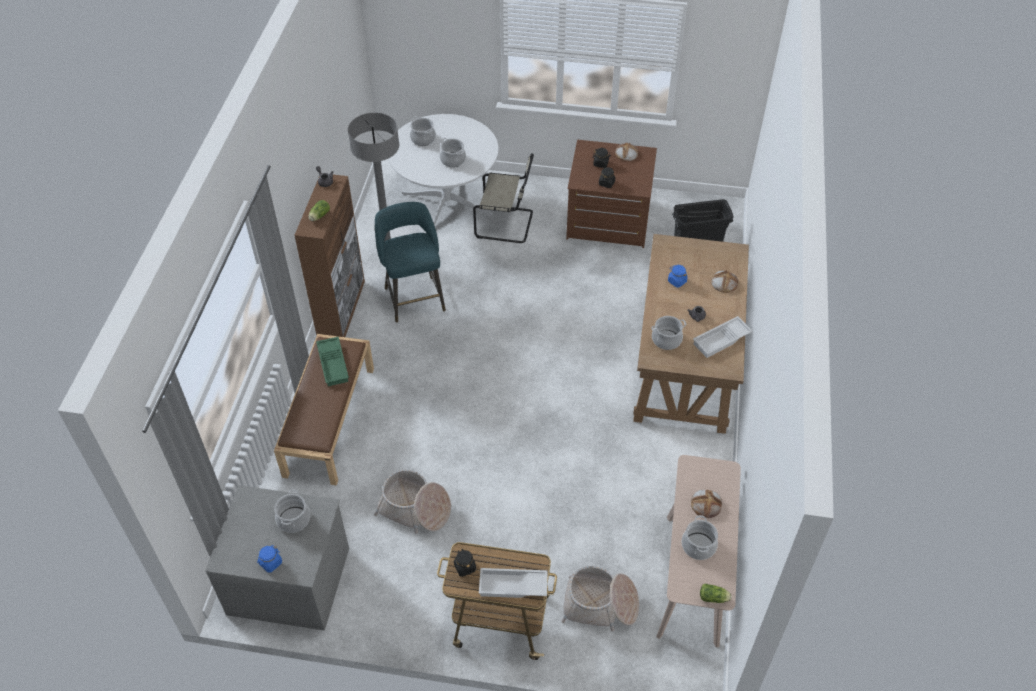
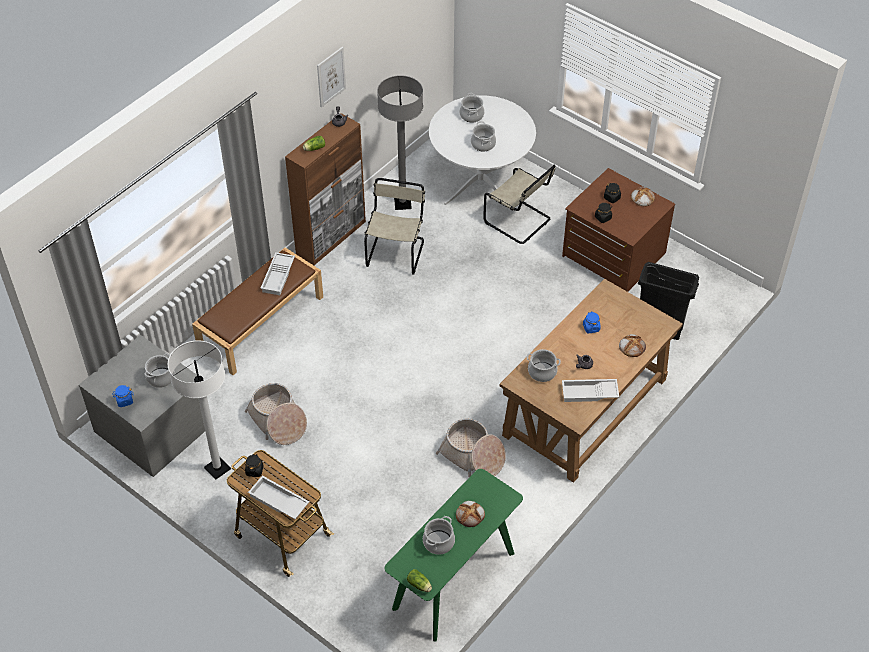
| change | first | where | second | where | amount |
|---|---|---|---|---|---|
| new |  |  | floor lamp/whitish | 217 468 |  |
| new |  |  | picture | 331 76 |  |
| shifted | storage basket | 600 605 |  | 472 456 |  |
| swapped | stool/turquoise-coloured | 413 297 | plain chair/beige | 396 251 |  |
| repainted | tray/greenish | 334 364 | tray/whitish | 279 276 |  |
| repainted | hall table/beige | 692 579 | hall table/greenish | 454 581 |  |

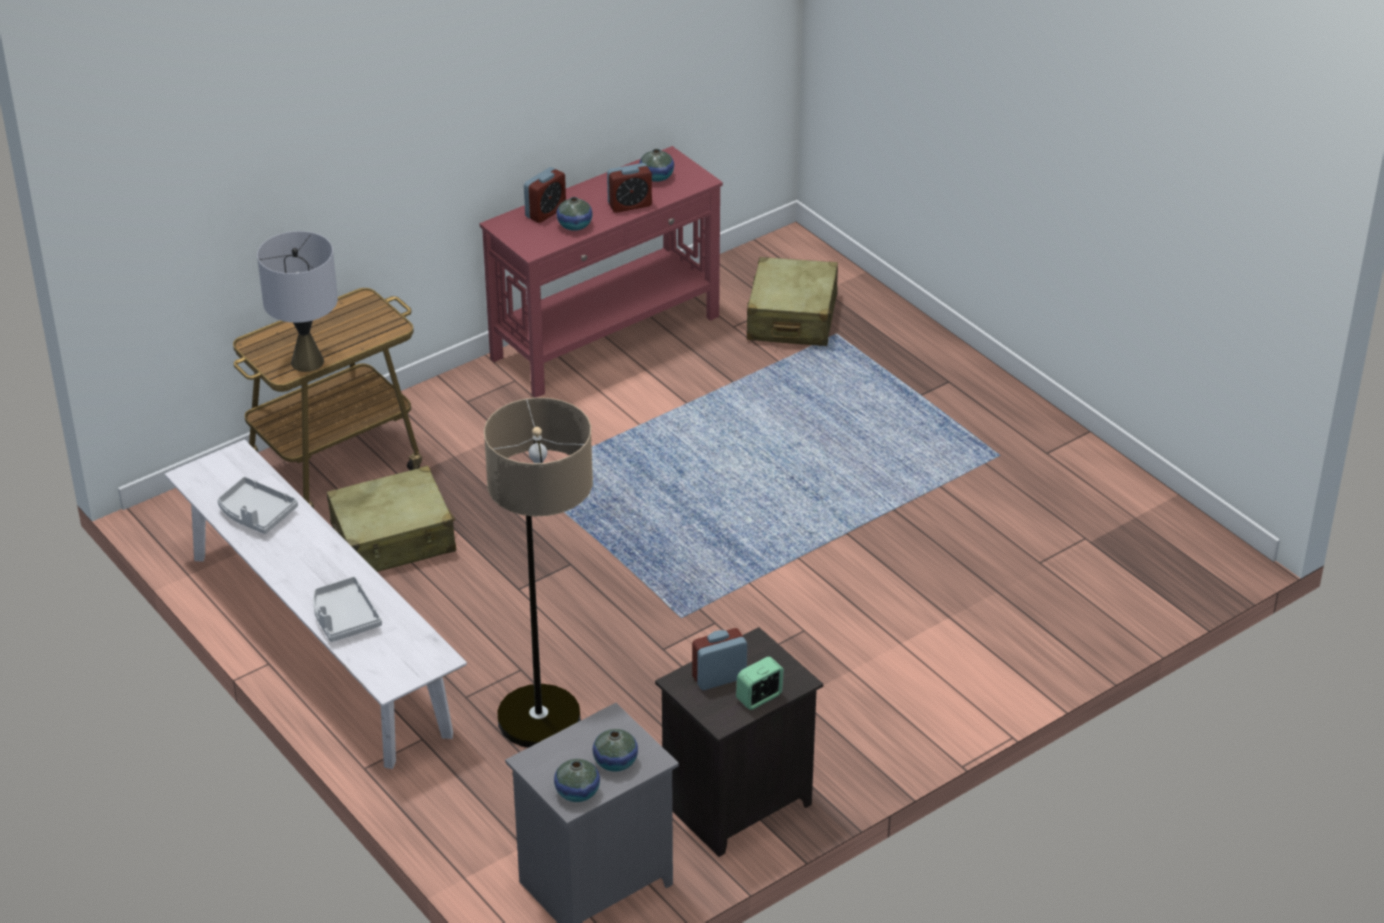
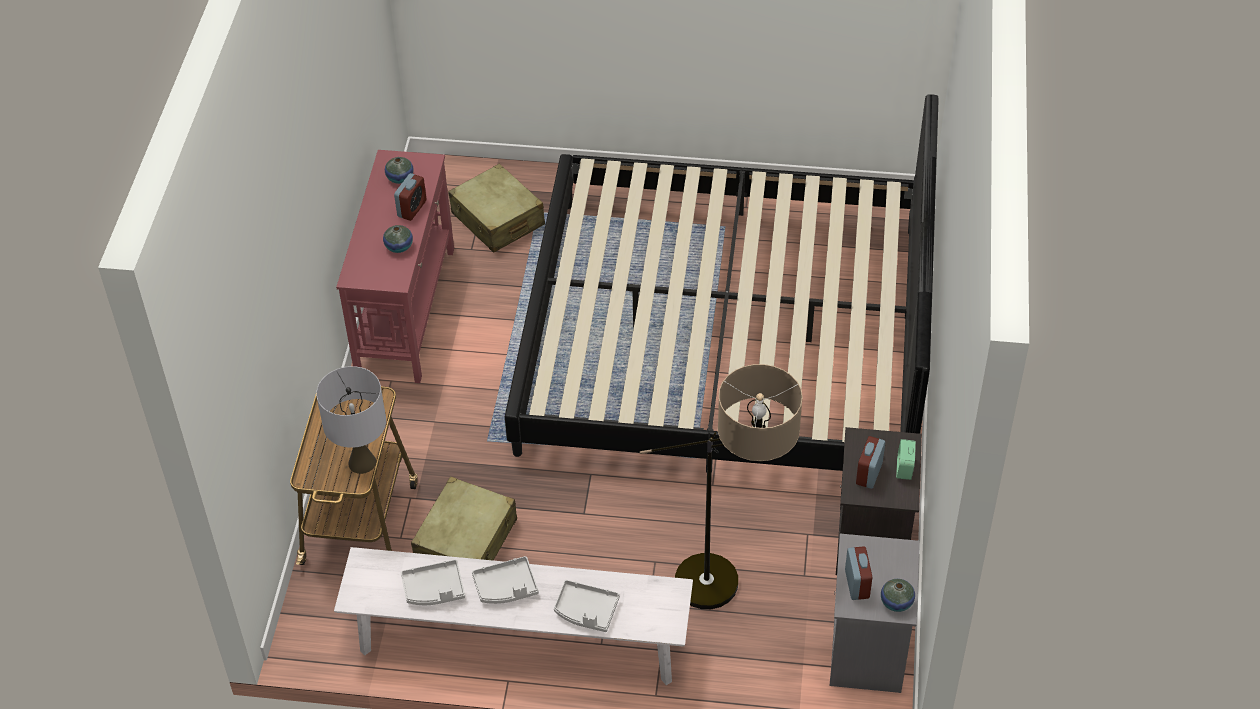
| change | first | where | second | where | amount |
|---|---|---|---|---|---|
| gone | flower vase | 615 762 |  |  |  |
| new |  |  | tray/greyish | 506 587 |  |
| new |  |  | sleeping bed | 725 338 |  |
| shifted | bedside clock | 545 212 |  | 857 584 |  |

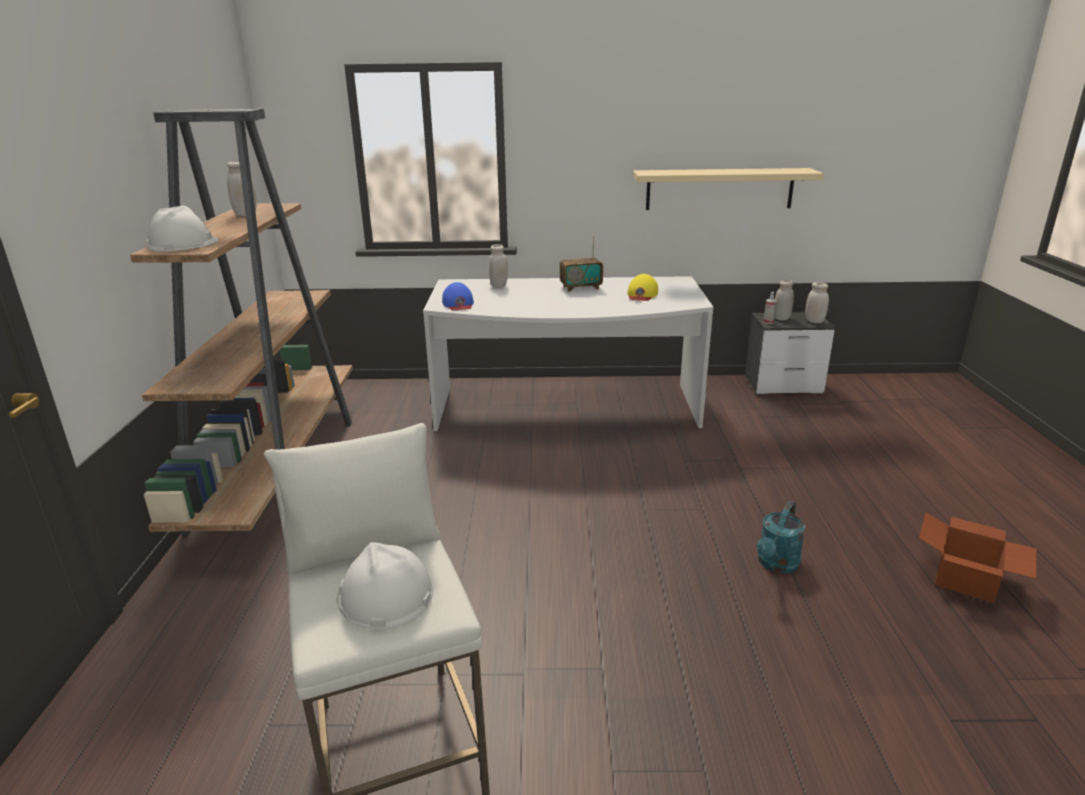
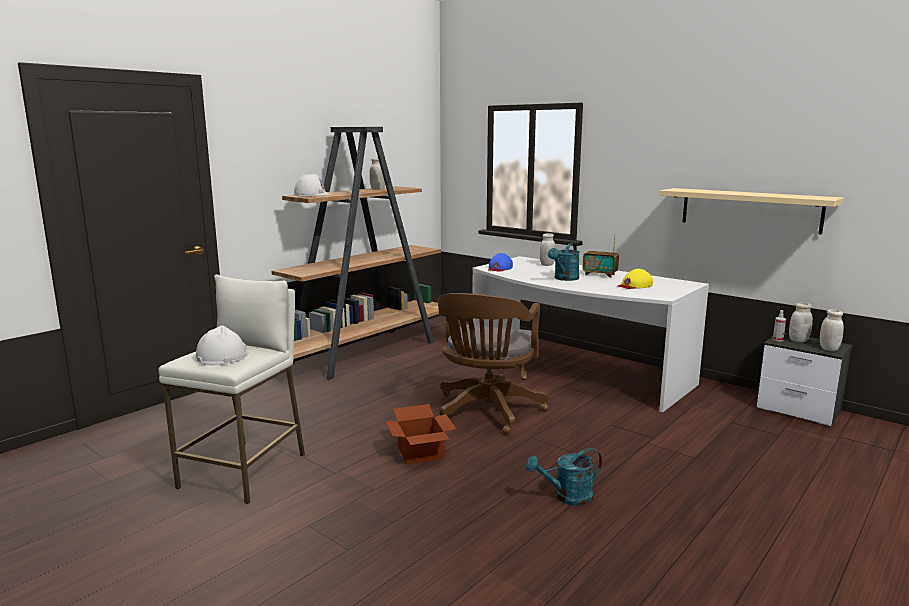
| change | first | where | second | where | amount |
|---|---|---|---|---|---|
| new |  |  | desk chair/brown-coloured | 487 412 |  |
| new |  |  | sprinkling can/turquoise-coloured | 564 279 |  |
| shifted | packing box | 967 580 |  | 420 453 |  |

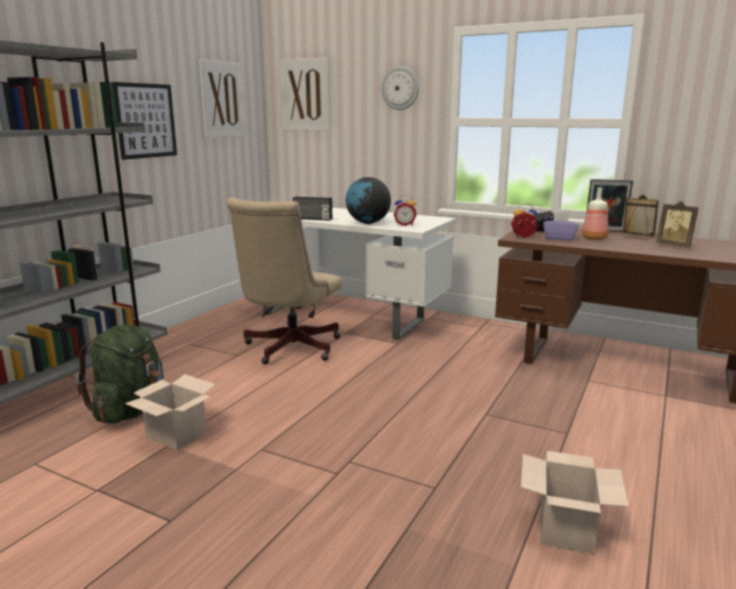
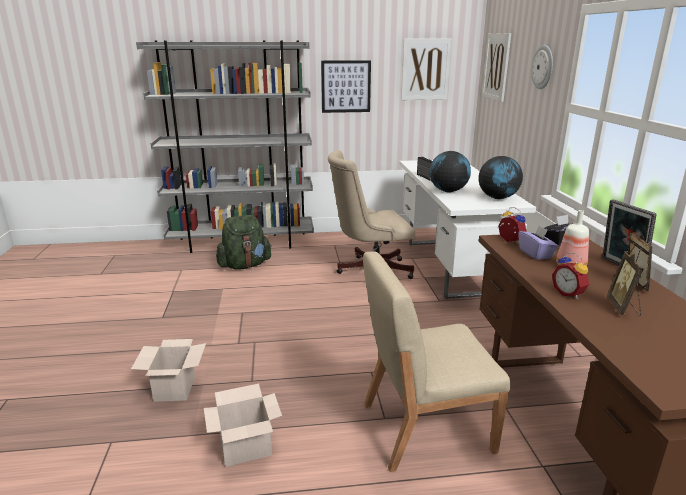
| change | first | where | second | where | amount |
|---|---|---|---|---|---|
| new |  |  | plain chair/beige | 424 427 |  |
| new |  |  | desk globe | 498 198 |  |
| shifted | packing box | 174 435 |  | 174 387 |  |
| shifted | bedside clock | 405 225 |  | 569 293 |  |

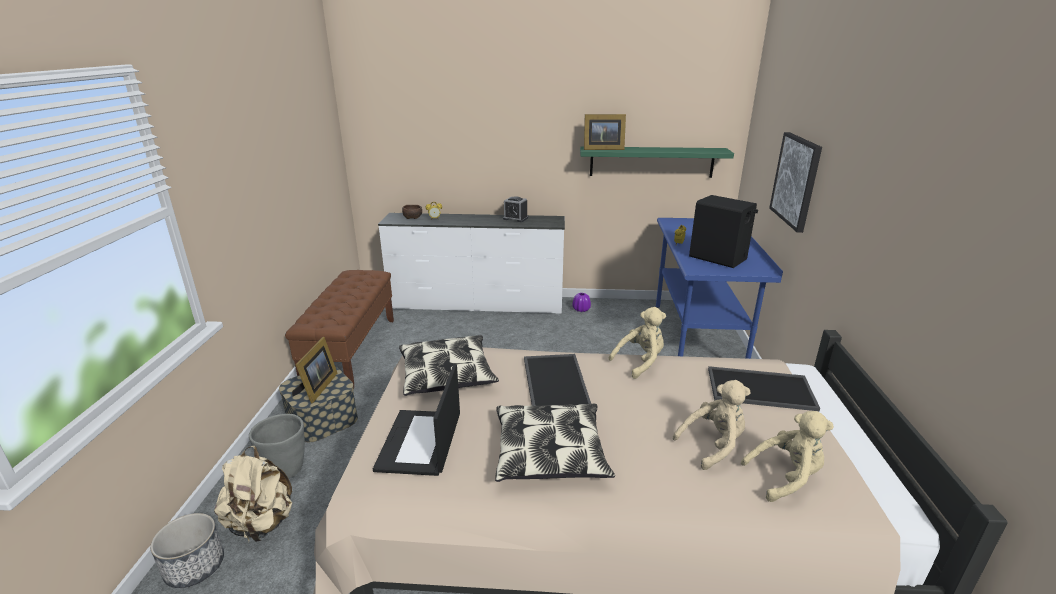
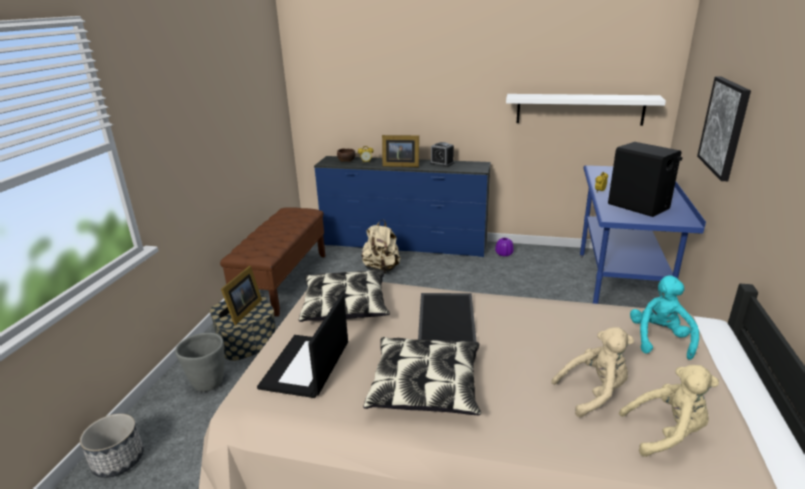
| change | first | where | second | where | amount |
|---|---|---|---|---|---|
| gone | cuddly toy/beige | 640 362 |  |  |  |
| shifted | knapsack/beige | 261 524 |  | 382 269 |  |
| shifted | photo frame | 602 149 |  | 400 165 |  |
| swapped | tray | 761 388 | cuddly toy/turquoise-coloured | 659 339 |  |
| repainted | chest of drawers/whitish | 477 304 | chest of drawers/blue-coloured | 404 244 |  |
| repainted | wall shelf/greenish | 651 162 | wall shelf/whitish | 579 109 |  |

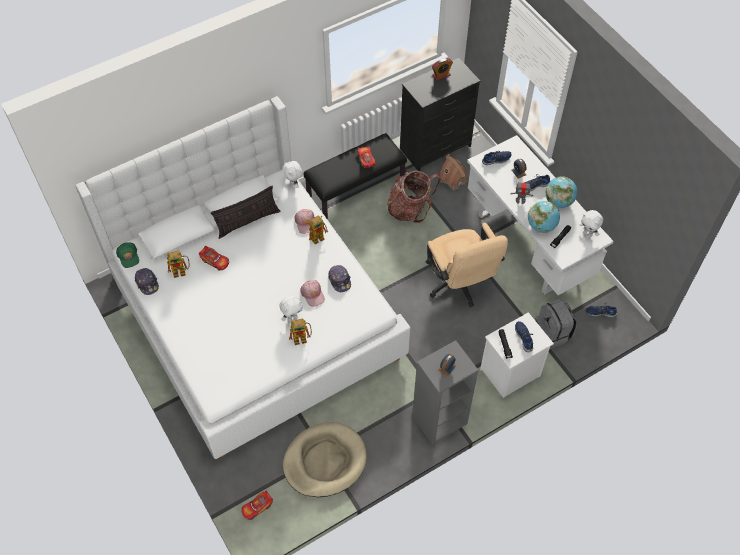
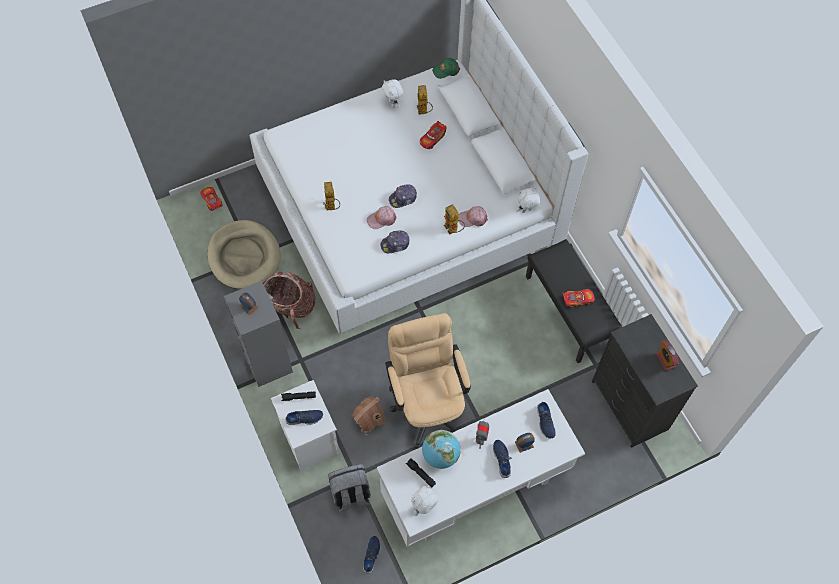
| change | first | where | second | where | amount |
|---|---|---|---|---|---|
| gone | throw pillow | 247 221 |  |  |  |
| gone | desk globe | 558 201 |  |  |  |
| shifted | cap | 147 283 |  | 403 198 |  |
| shifted | cuddly toy/whitish | 292 318 |  | 393 104 |  |
| shifted | knapsack | 410 209 |  | 290 308 |  |
| shifted | miniature house | 453 181 |  | 368 420 |  |
| rotated | desk chair/beige | 459 284 |  | 427 404 | 90 degrees clockwise |

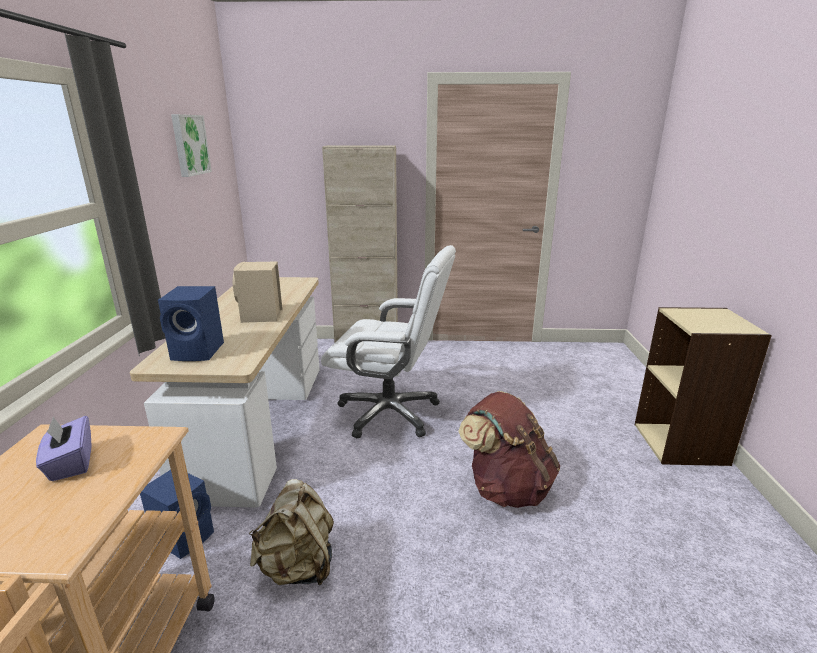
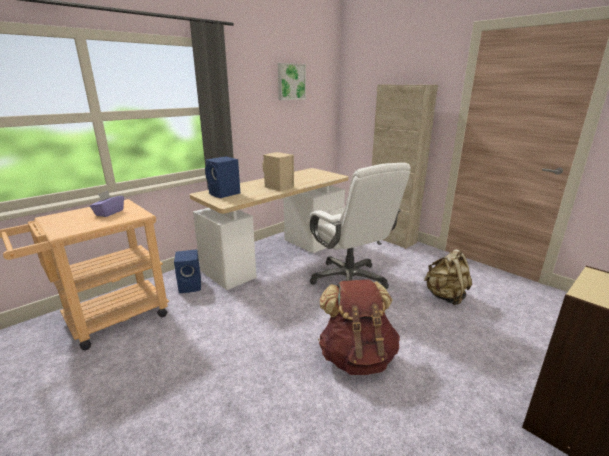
| change | first | where | second | where | amount |
|---|---|---|---|---|---|
| shifted | knapsack/beige | 298 567 |  | 445 296 |  |

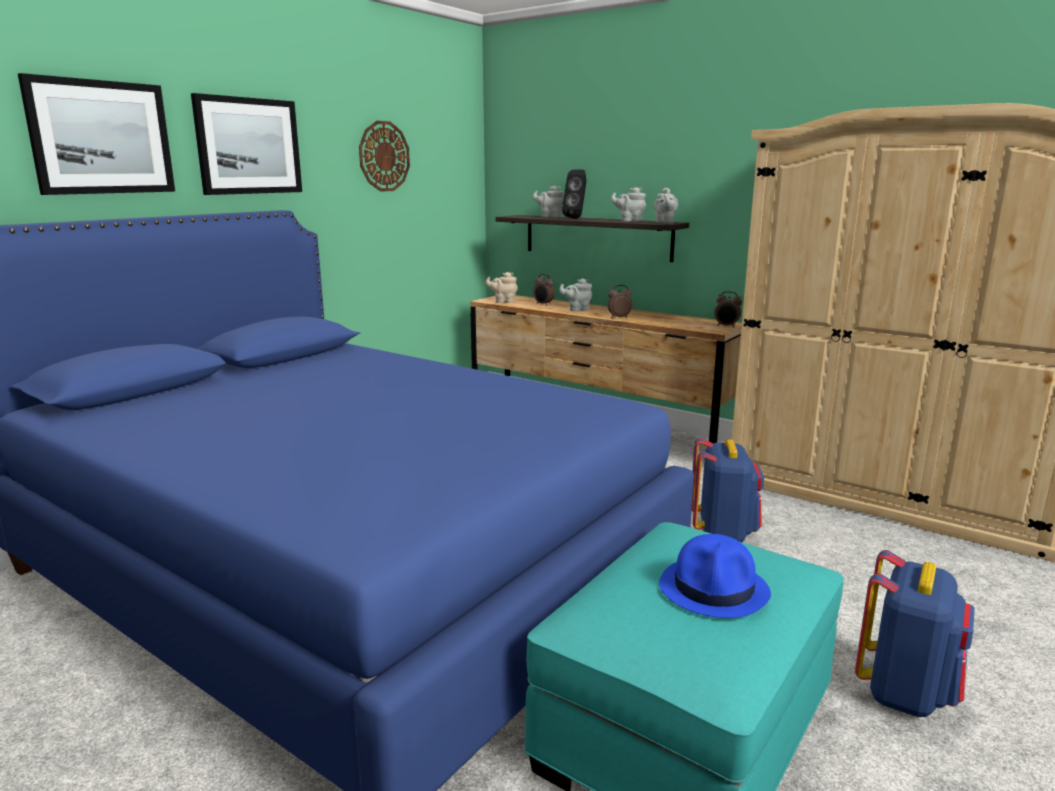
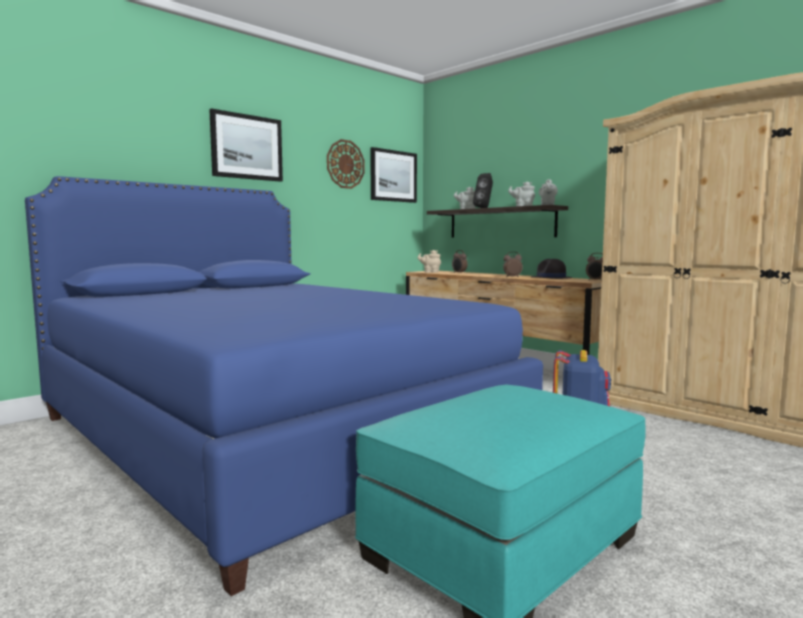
| change | first | where | second | where | amount |
|---|---|---|---|---|---|
| gone | teapot/greyish | 577 309 |  |  |  |
| gone | hat/blue-coloured | 714 589 |  |  |  |
| gone | knapsack/blue-coloured | 905 693 |  |  |  |
| new |  |  | hat/black | 551 278 |  |
| shifted | picture | 101 137 |  | 393 176 |  |

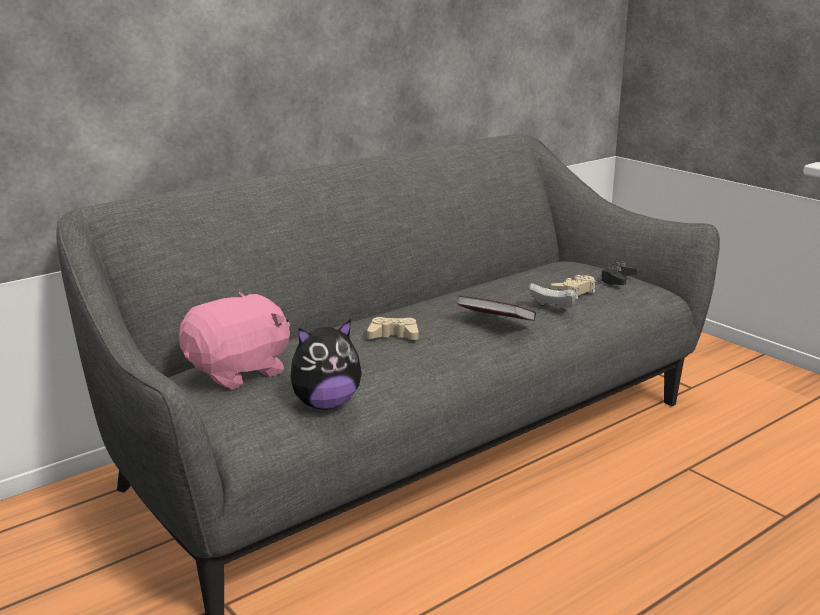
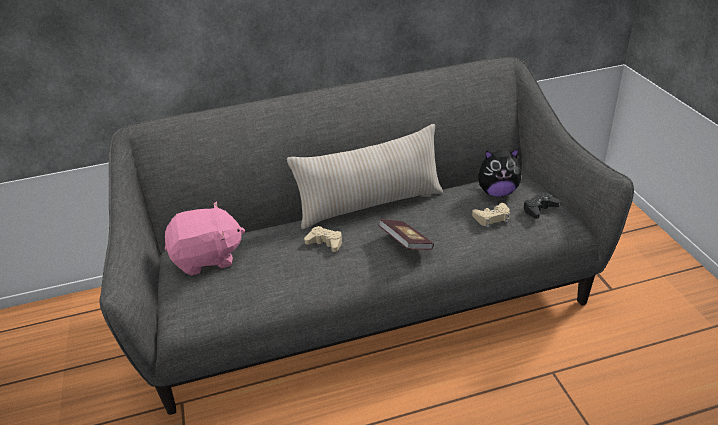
| change | first | where | second | where | amount |
|---|---|---|---|---|---|
| gone | gamepad/whitish | 552 307 |  |  |  |
| new |  |  | throw pillow/beige | 370 204 |  |
| shifted | cuddly toy | 325 404 |  | 497 192 |  |

